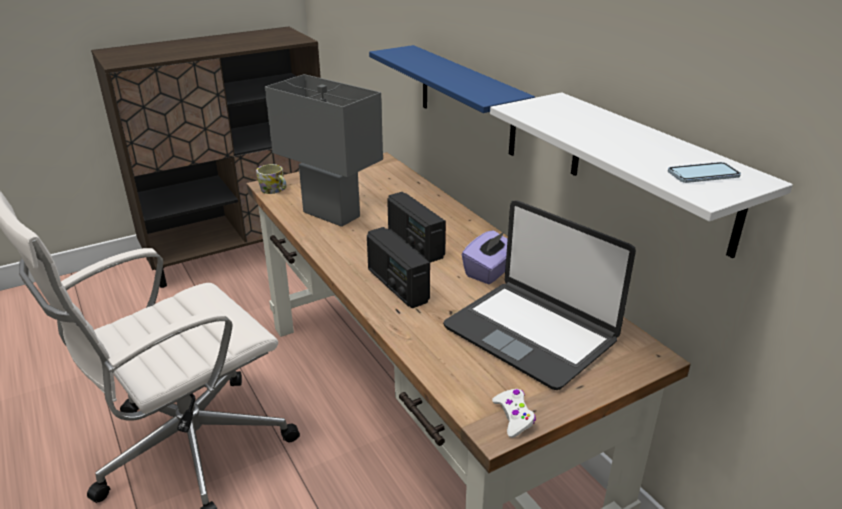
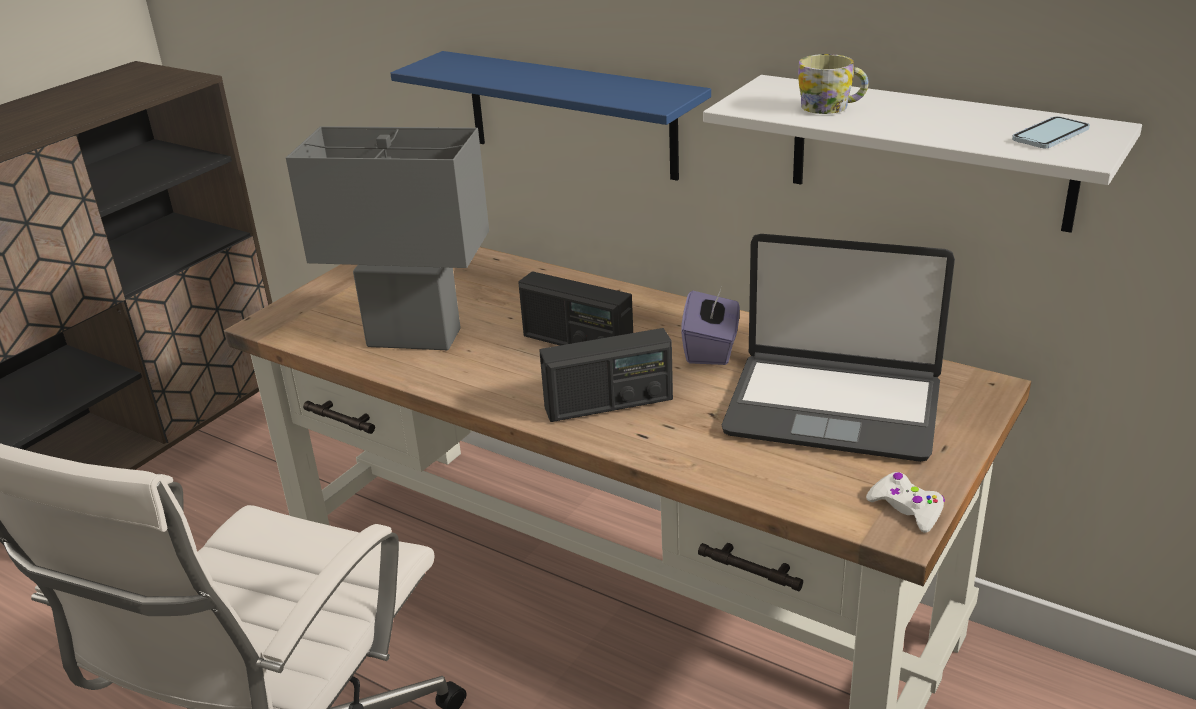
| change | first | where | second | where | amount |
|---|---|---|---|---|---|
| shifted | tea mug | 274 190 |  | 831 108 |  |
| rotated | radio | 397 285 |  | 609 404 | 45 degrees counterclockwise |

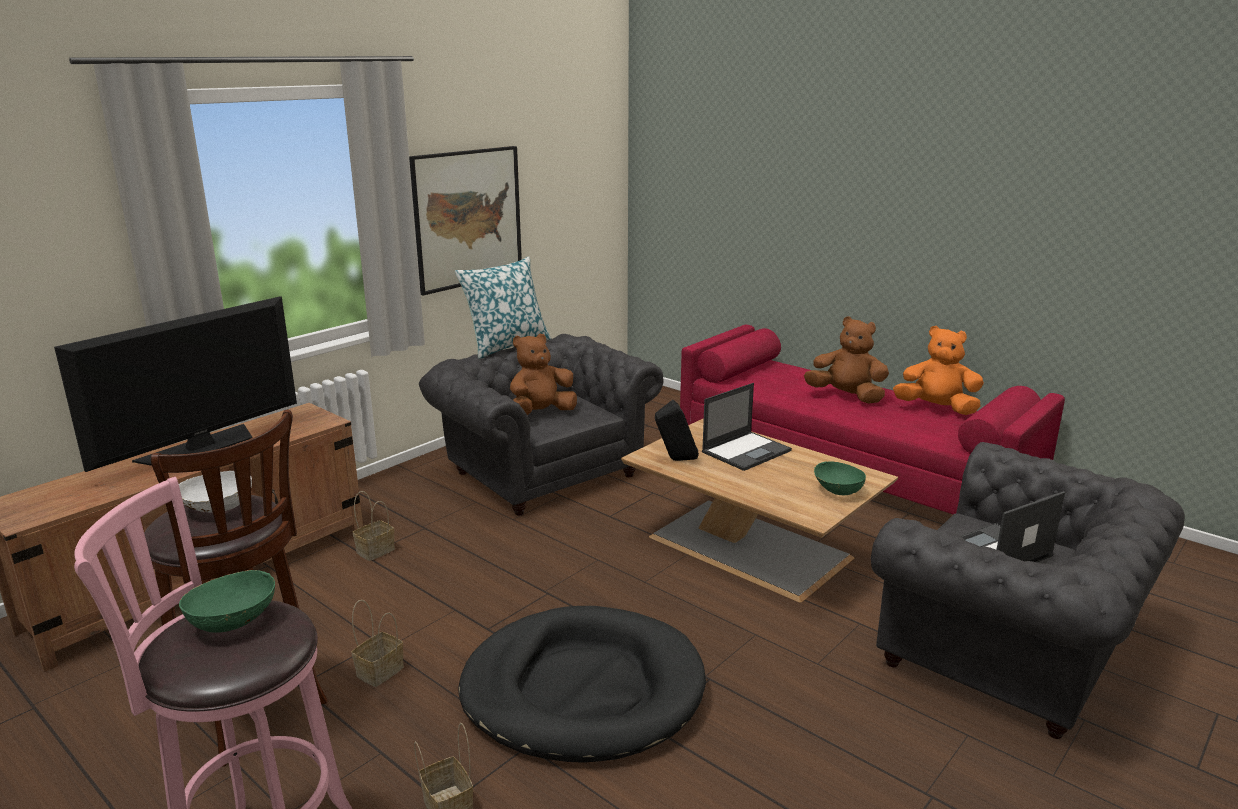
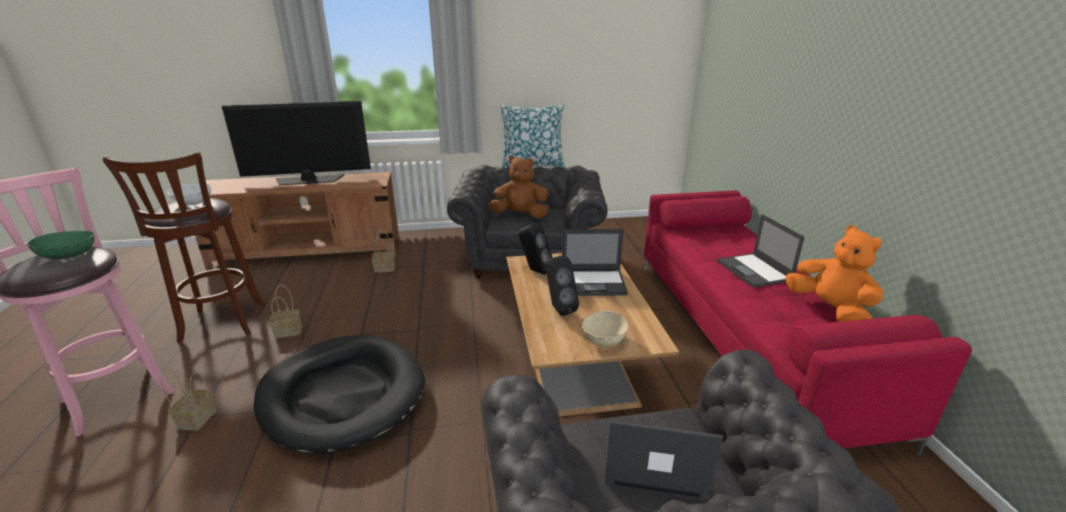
| change | first | where | second | where | amount |
|---|---|---|---|---|---|
| gone | picture | 467 218 |  |  |  |
| new |  |  | speaker/black | 558 308 |  |
| swapped | cuddly toy/brown-coloured | 846 396 | notebook computer | 754 271 |  |
| repainted | deep dish/greenish | 837 491 | deep dish/beige | 603 339 |  |

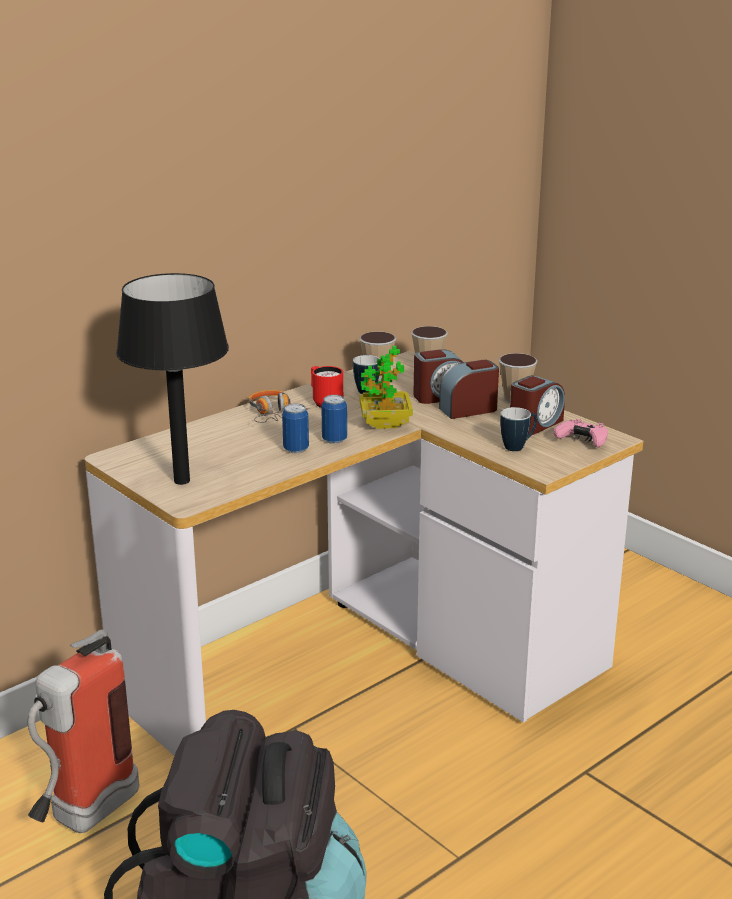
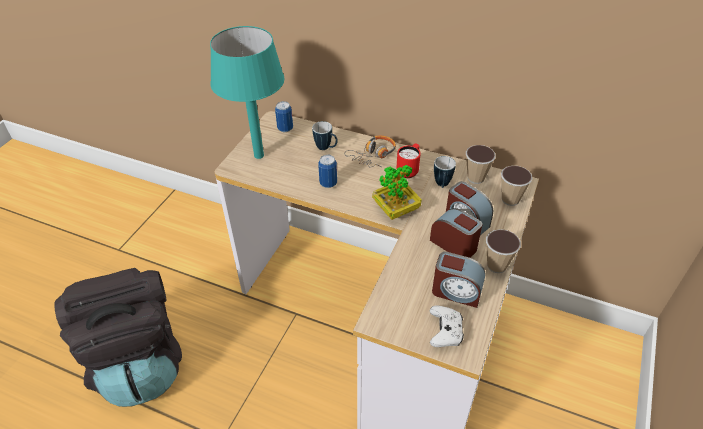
| change | first | where | second | where | amount |
|---|---|---|---|---|---|
| gone | extinguisher | 84 818 |  |  |  |
| shifted | can | 334 440 |  | 285 128 |  |
| shifted | tea mug | 518 446 |  | 326 148 |  |
| repainted | tabletop lamp/black | 182 480 | tabletop lamp/turquoise-coloured | 259 155 |  |
| repainted | gamepad/pink | 582 441 | gamepad/whitish | 445 331 |  |

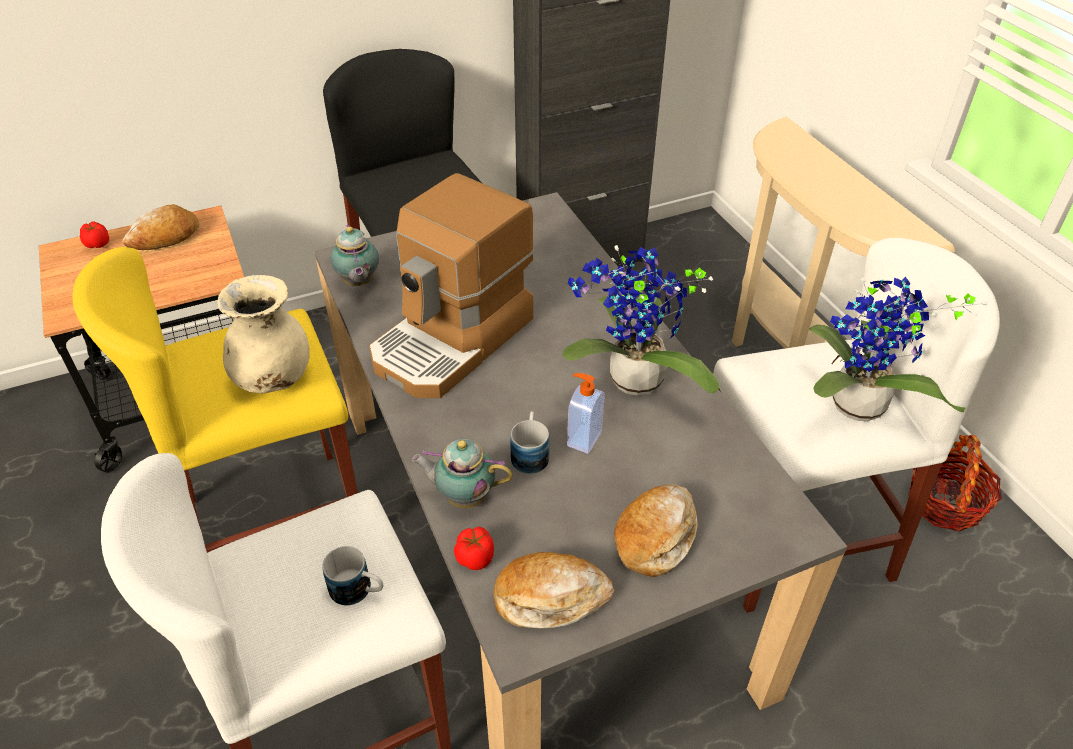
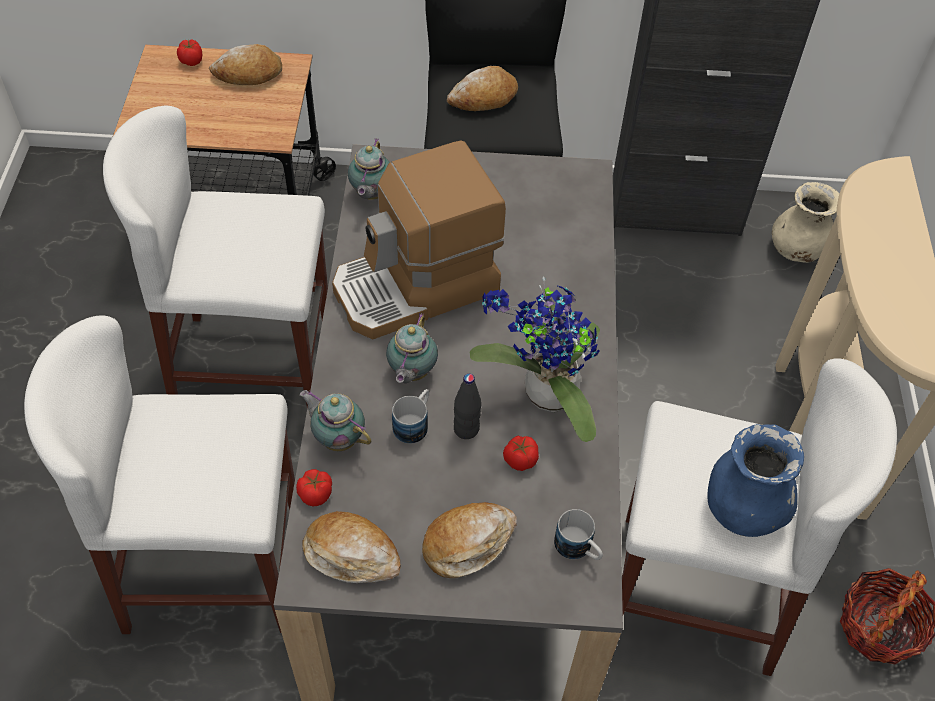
| change | first | where | second | where | amount |
|---|---|---|---|---|---|
| new |  |  | teapot | 411 373 |  |
| new |  |  | bakery bread | 483 98 |  |
| new |  |  | fresh tomato | 519 460 |  |
| shifted | flower vase/beige | 274 378 |  | 796 250 |  |
| shifted | tea mug | 358 591 |  | 578 549 |  |
| swapped | soap dispenser | 583 438 | drink bottle/black | 466 429 |  |
| swapped | potted plant | 855 410 | flower vase/blue-coloured | 742 508 |  |
| repainted | stool/yellow-coloured | 276 521 | stool/whitish | 254 367 |  |

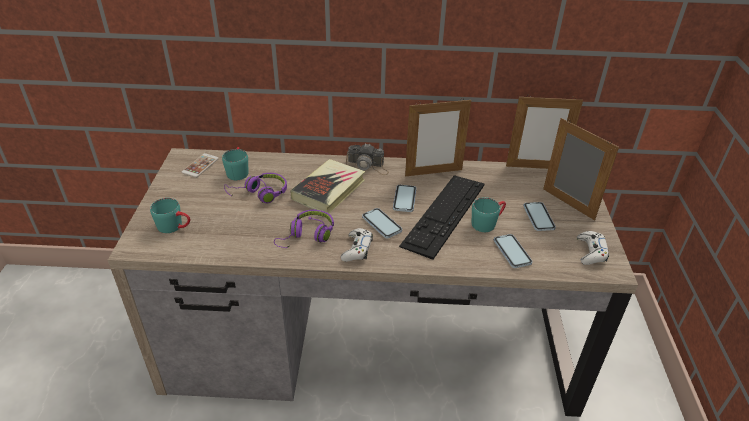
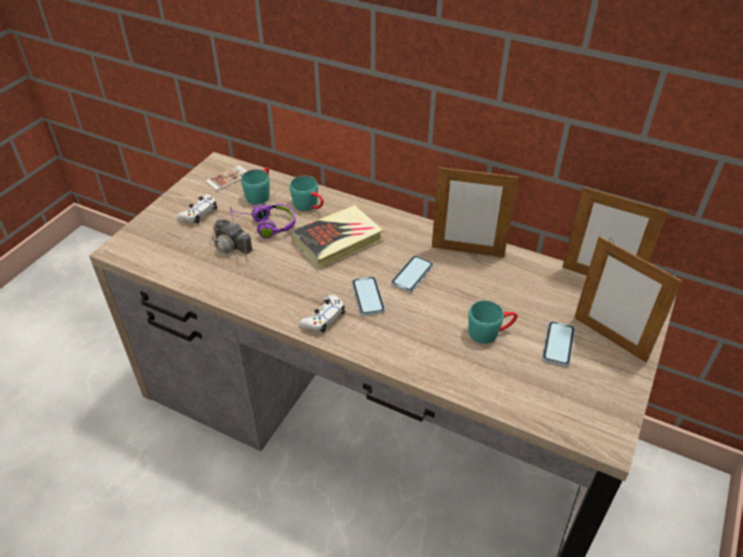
| change | first | where | second | where | amount |
|---|---|---|---|---|---|
| gone | headphones/purple | 307 236 |  |  |  |
| gone | PC keyboard | 444 214 |  |  |  |
| gone | handset | 512 252 |  |  |  |
| shifted | tea mug/turquoise-coloured | 175 226 |  | 309 206 |  |
| shifted | still camera | 367 166 |  | 232 249 |  |
| shifted | gamepad/whitish | 591 252 |  | 198 213 |  |
| rotated | photo frame | 568 204 |  | 609 339 | 150 degrees clockwise |

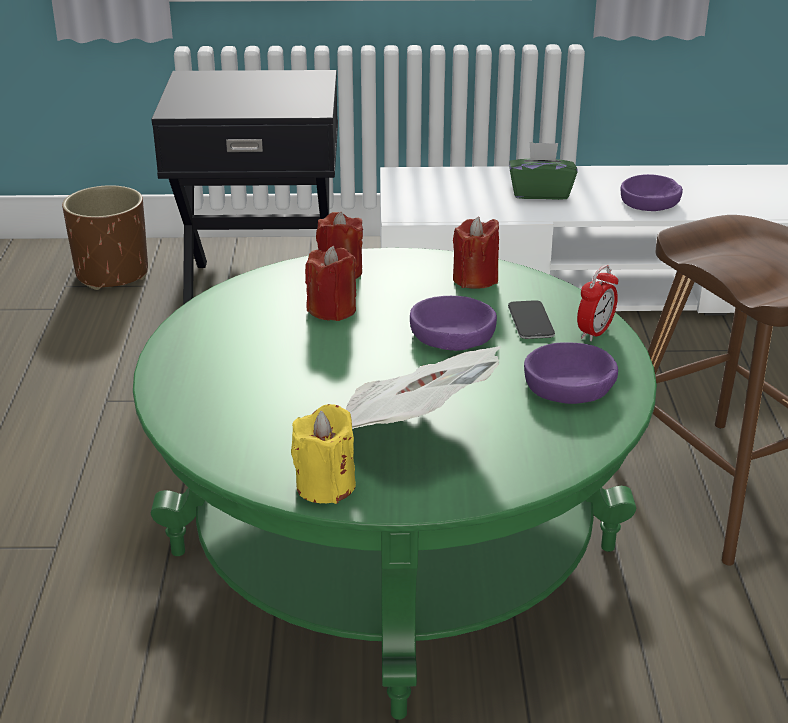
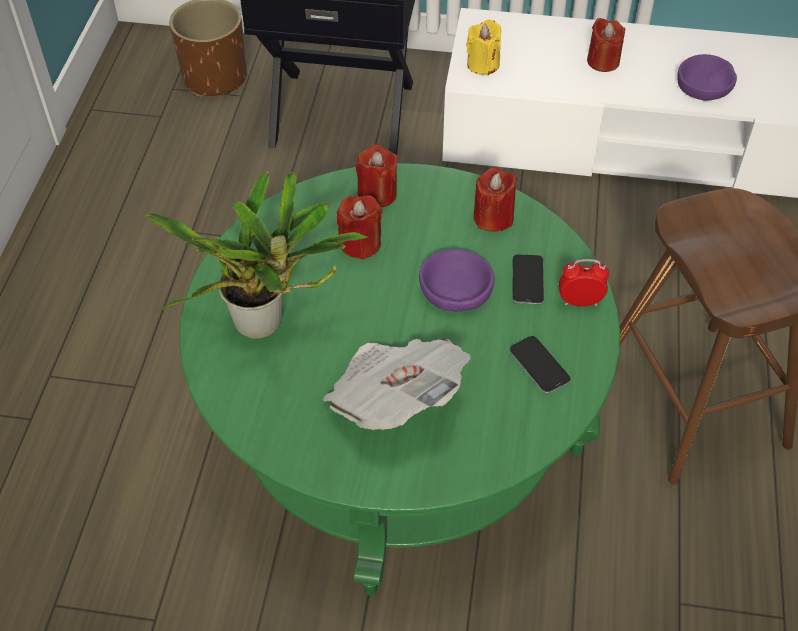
| change | first | where | second | where | amount |
|---|---|---|---|---|---|
| new |  |  | potted plant | 266 325 |  |
| shifted | candle/yellow-coloured | 325 486 |  | 483 64 |  |
| swapped | box of tissues/greenish | 540 193 | candle/red | 603 61 |  |
| swapped | deep dish/purple | 569 384 | handset | 539 365 |  |
| rotated | bedside clock | 595 332 |  | 580 302 | 135 degrees counterclockwise |

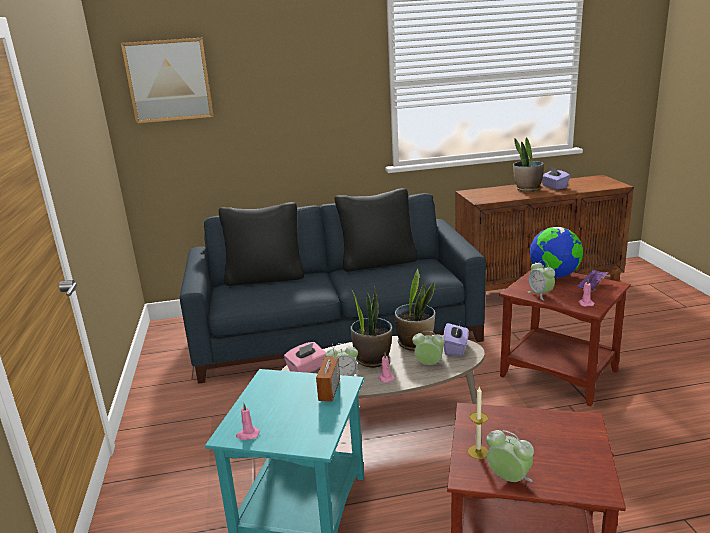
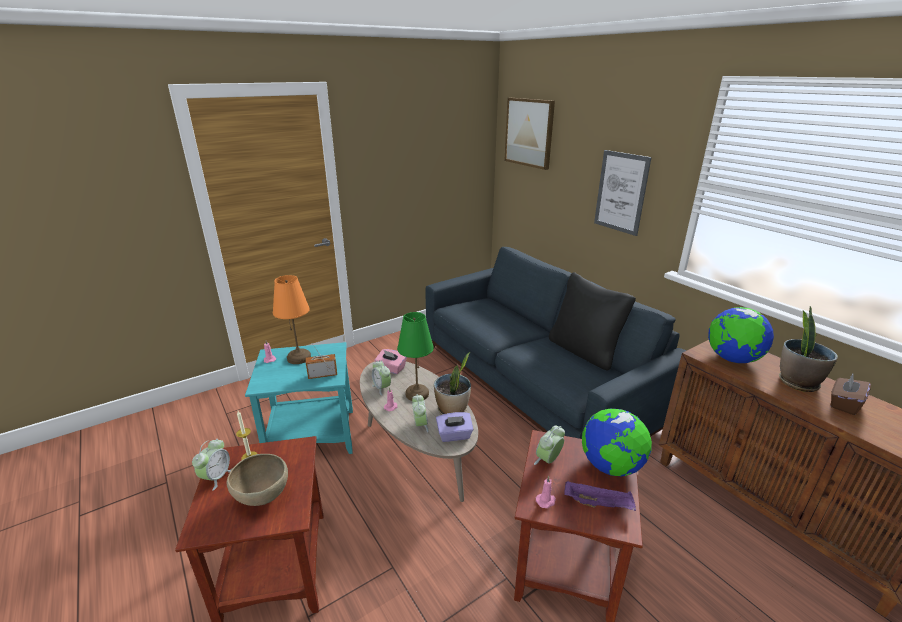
| change | first | where | second | where | amount |
|---|---|---|---|---|---|
| gone | throw pillow/black | 265 278 |  |  |  |
| new |  |  | deep dish/brown-coloured | 262 497 |  |
| new |  |  | tabletop lamp/orange | 299 357 |  |
| new |  |  | picture | 621 192 |  |
| new |  |  | desk globe | 732 359 |  |
| swapped | potted plant | 372 359 | tabletop lamp/greenish | 416 394 |  |
| repainted | box of tissues/purple | 554 187 | box of tissues/brown-coloured | 844 404 |  |

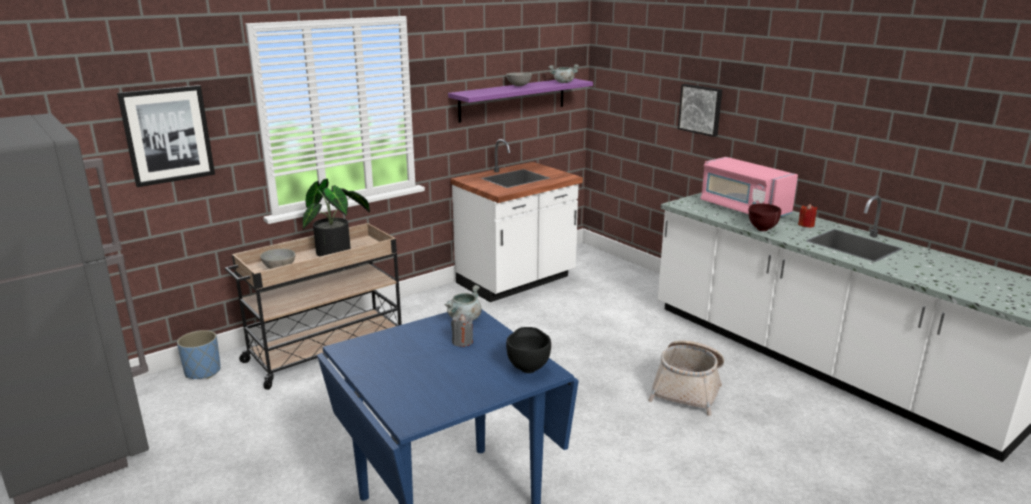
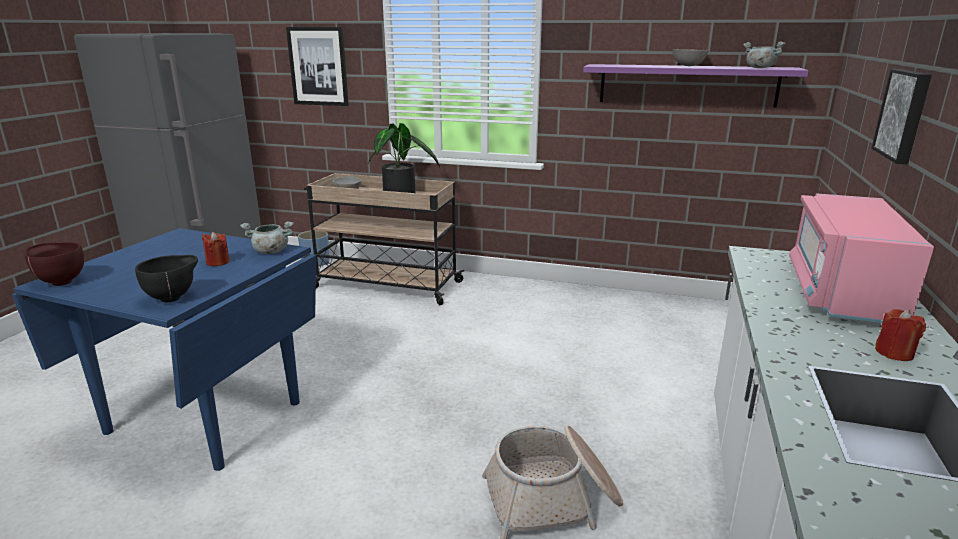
| change | first | where | second | where | amount |
|---|---|---|---|---|---|
| gone | kitchen base unit/whitish | 516 281 |  |  |  |
| shifted | deep dish/brown-coloured | 761 229 |  | 60 282 |  |
| repainted | candle/greyish | 462 342 | candle/red | 218 262 |  |

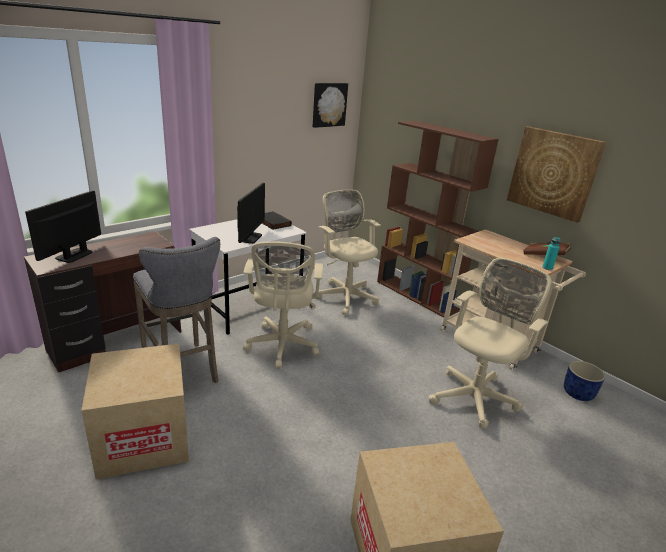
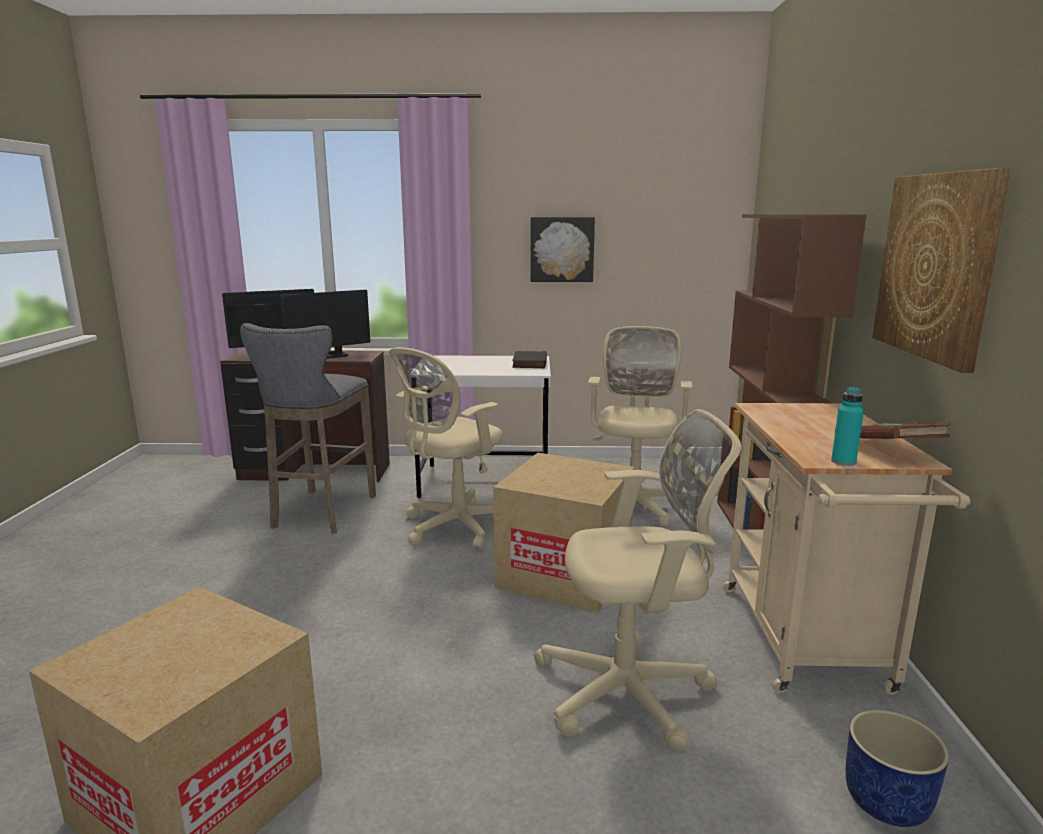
| change | first | where | second | where | amount |
|---|---|---|---|---|---|
| shifted | packing box | 144 438 |  | 564 574 |  |
| shifted | computer display | 250 238 |  | 329 356 |  |
| shifted | picture | 328 104 |  | 562 249 |  |

